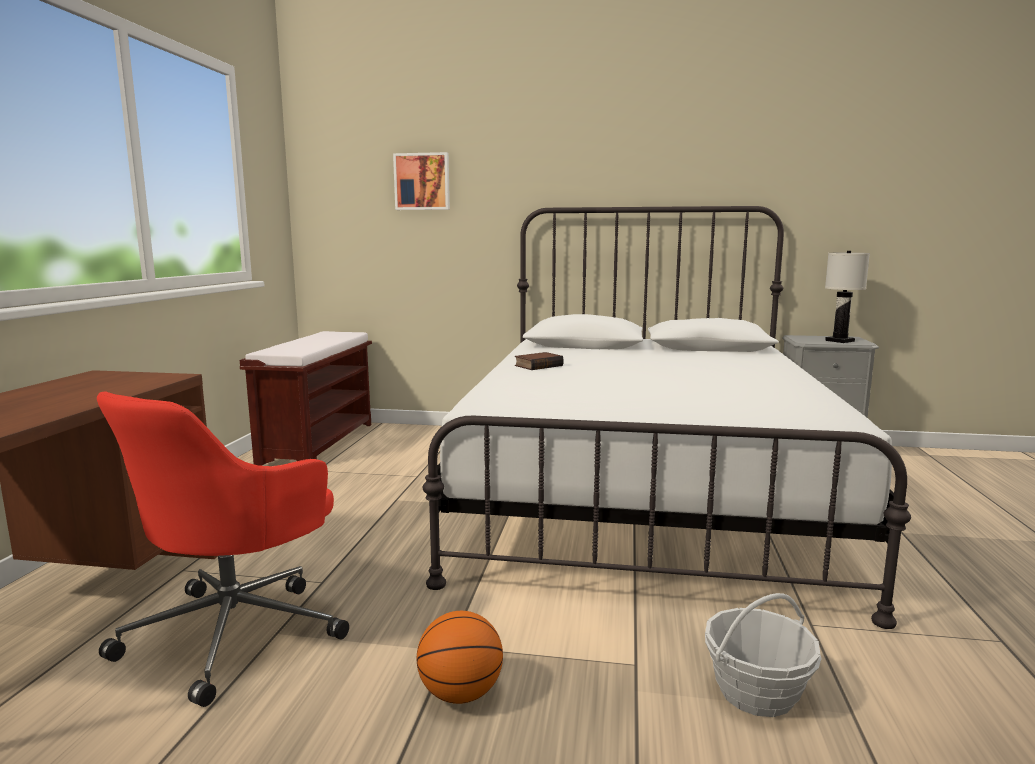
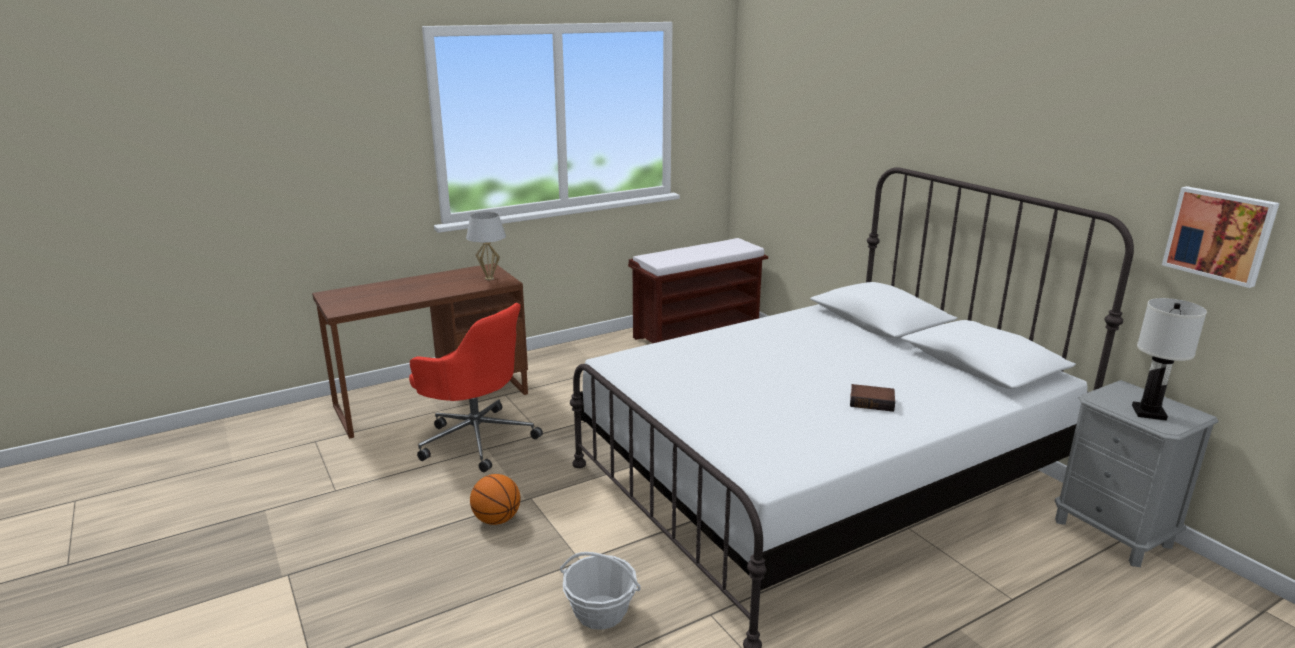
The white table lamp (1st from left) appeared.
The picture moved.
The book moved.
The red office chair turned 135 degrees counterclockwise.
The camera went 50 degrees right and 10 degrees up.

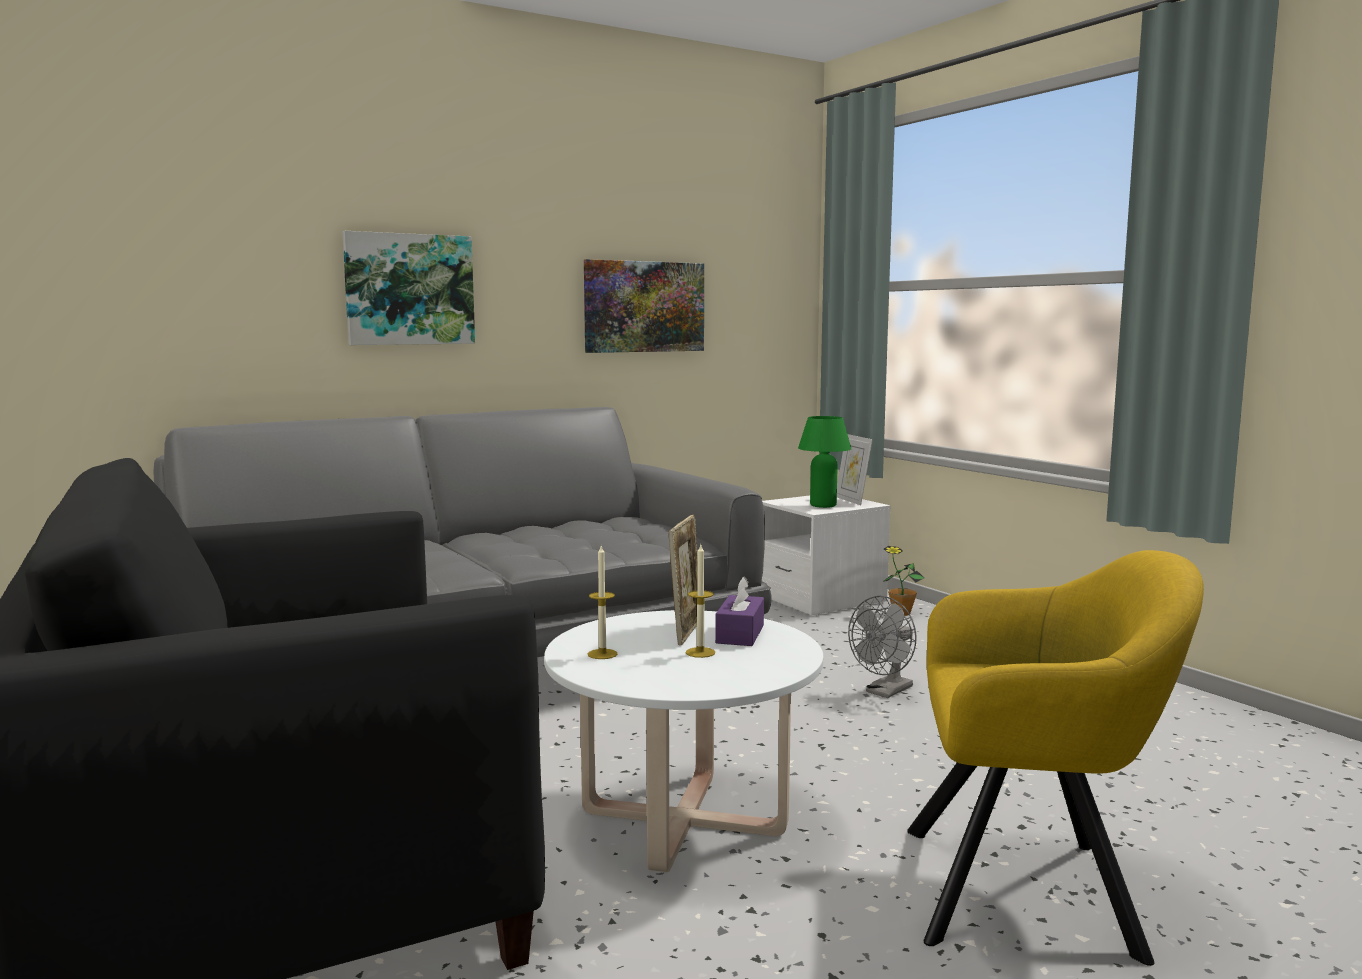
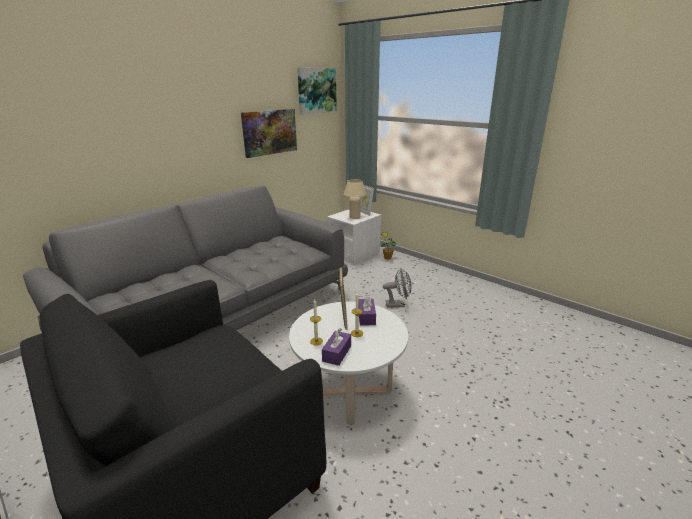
The yellow armchair disappeared.
The purple tissue box (1st from left) appeared.
The picture (1st from left in the first image) moved.
The green table lamp became the beige table lamp.
The grey fan turned 120 degrees counterclockwise.
The camera went 15 degrees left and 15 degrees up.

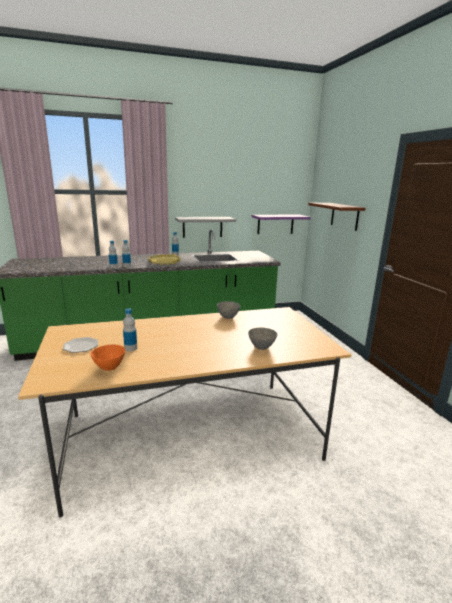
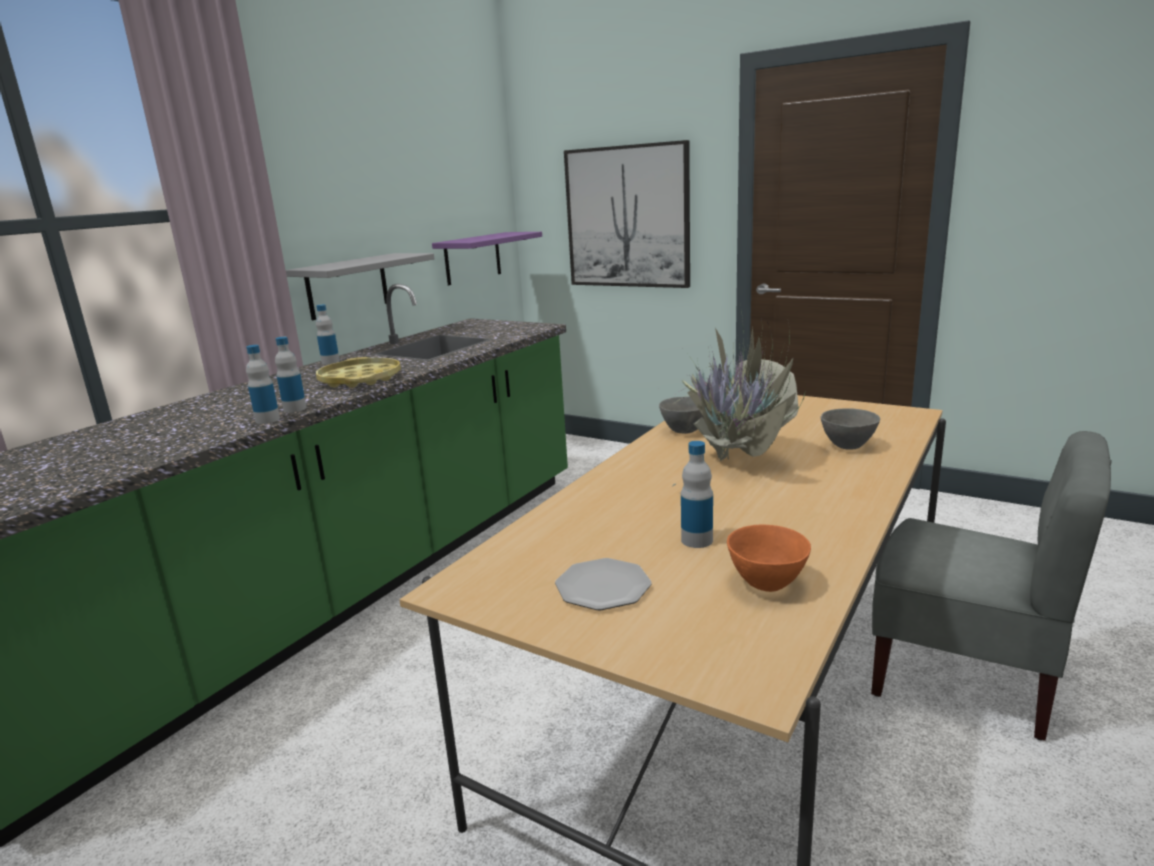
The potted plant appeared.
The grey chair appeared.
The brown shelf was replaced by the picture.
The camera went 40 degrees left and 0 degrees up.

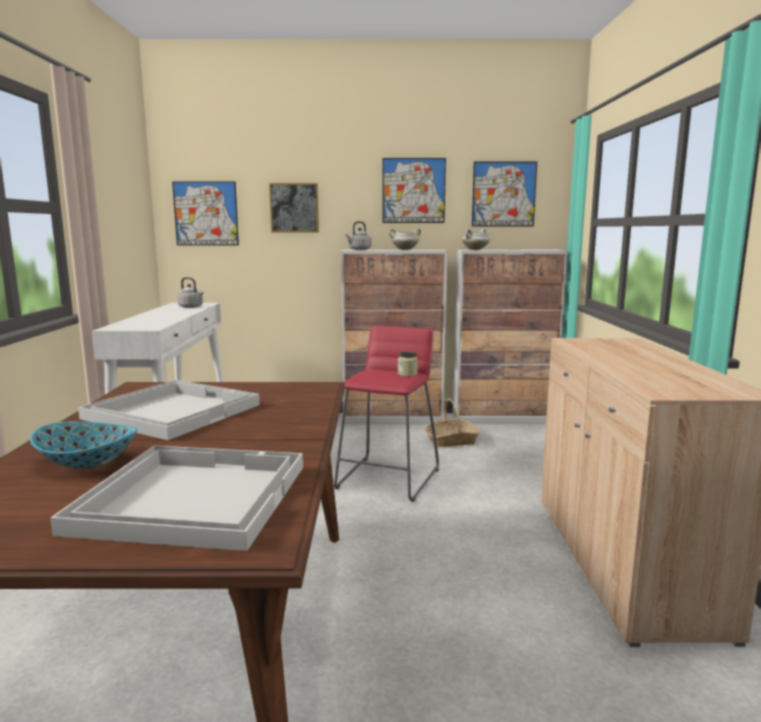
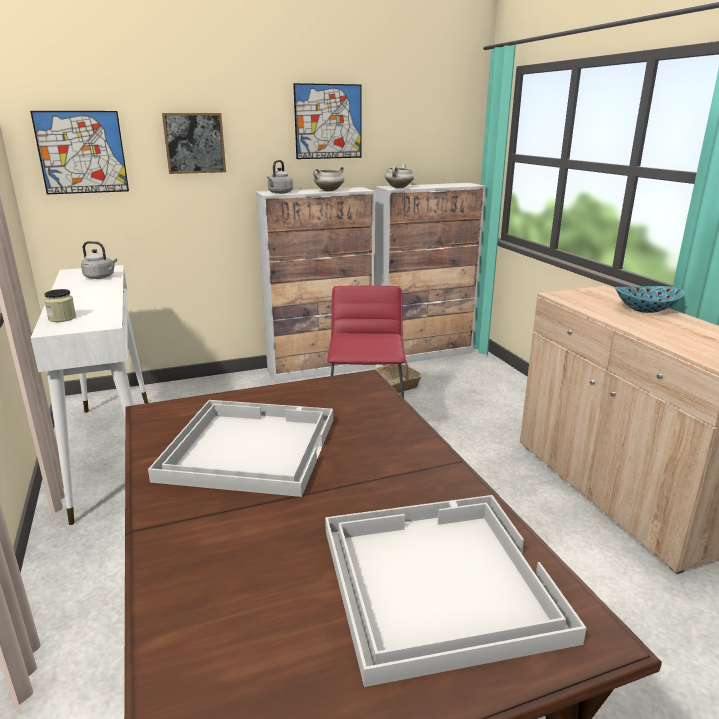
The picture (4th from left) disappeared.
The bowl moved.
The jar moved.
The camera went 20 degrees left and 10 degrees up.

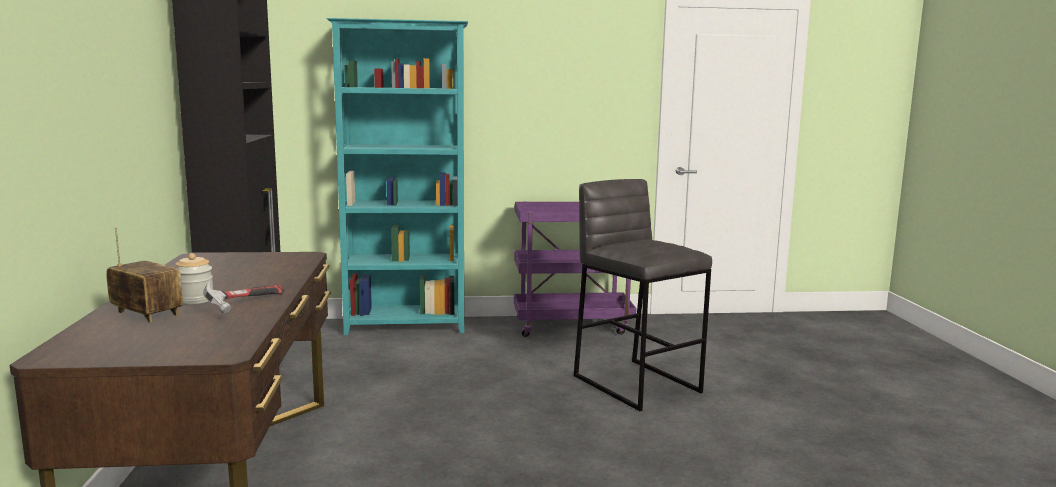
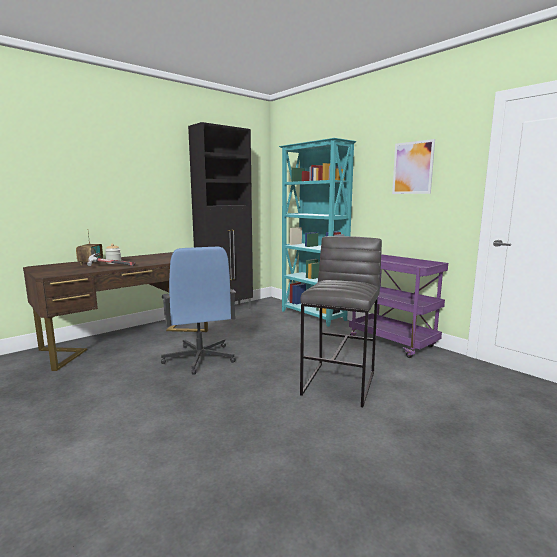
The blue office chair appeared.
The picture appeared.
The camera went 55 degrees right and 0 degrees up.

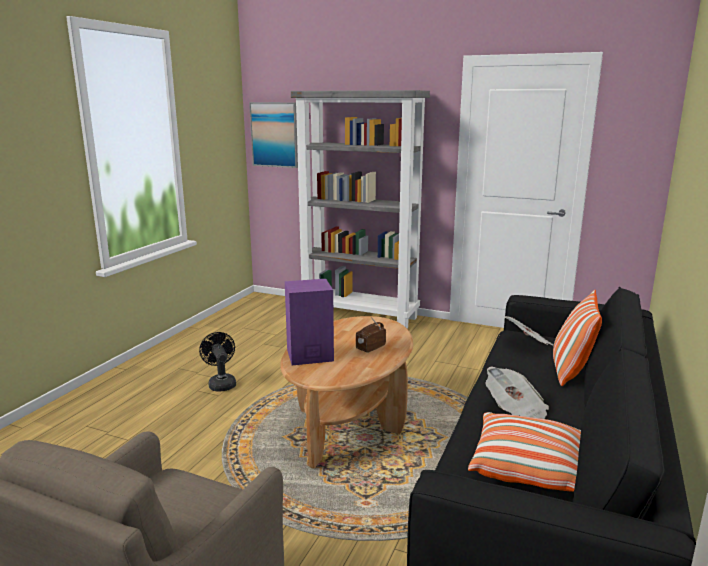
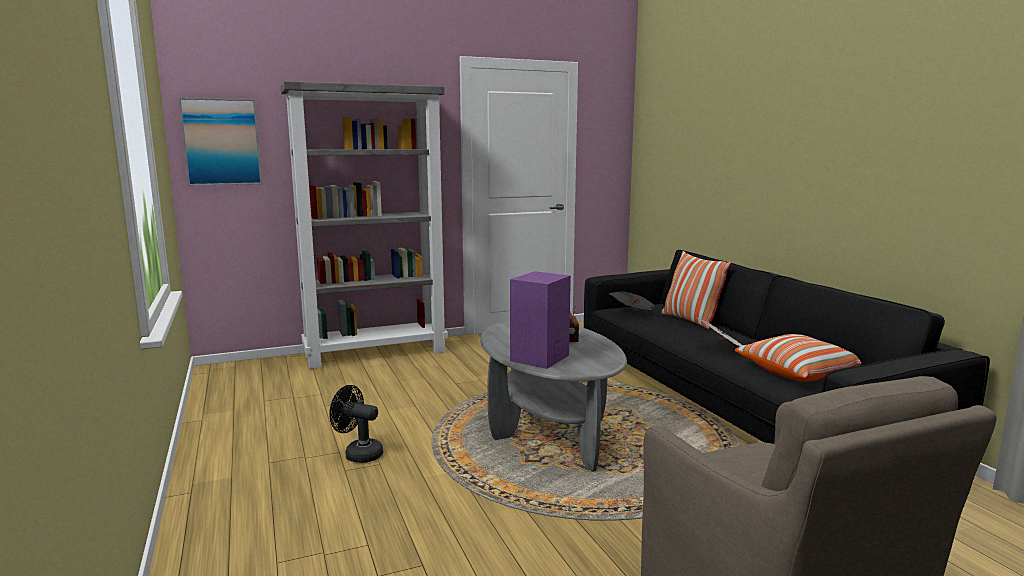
The brown coffee table became the grey coffee table.
The camera went 45 degrees left and 5 degrees down.

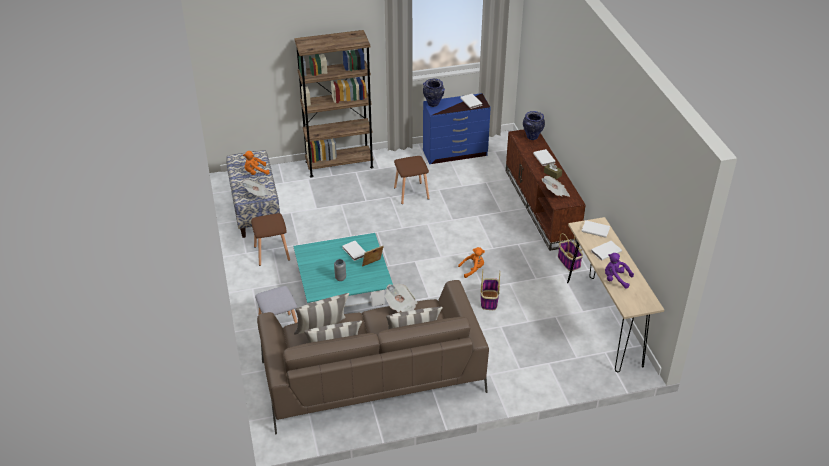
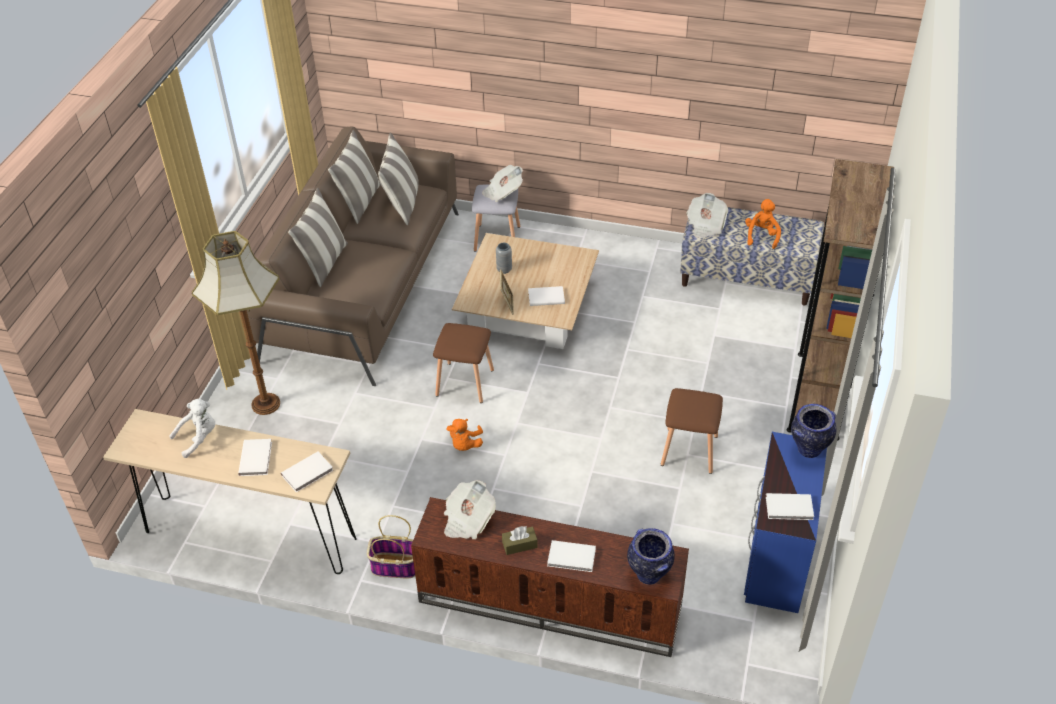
The basket (1st from left) disappeared.
The floor lamp appeared.
The brown stool (1st from left) moved.
The newspaper (2nd from left) moved.
The turquoise coffee table became the beige coffee table.
The purple plush toy became the white plush toy.
The camera went 120 degrees right and 5 degrees up.

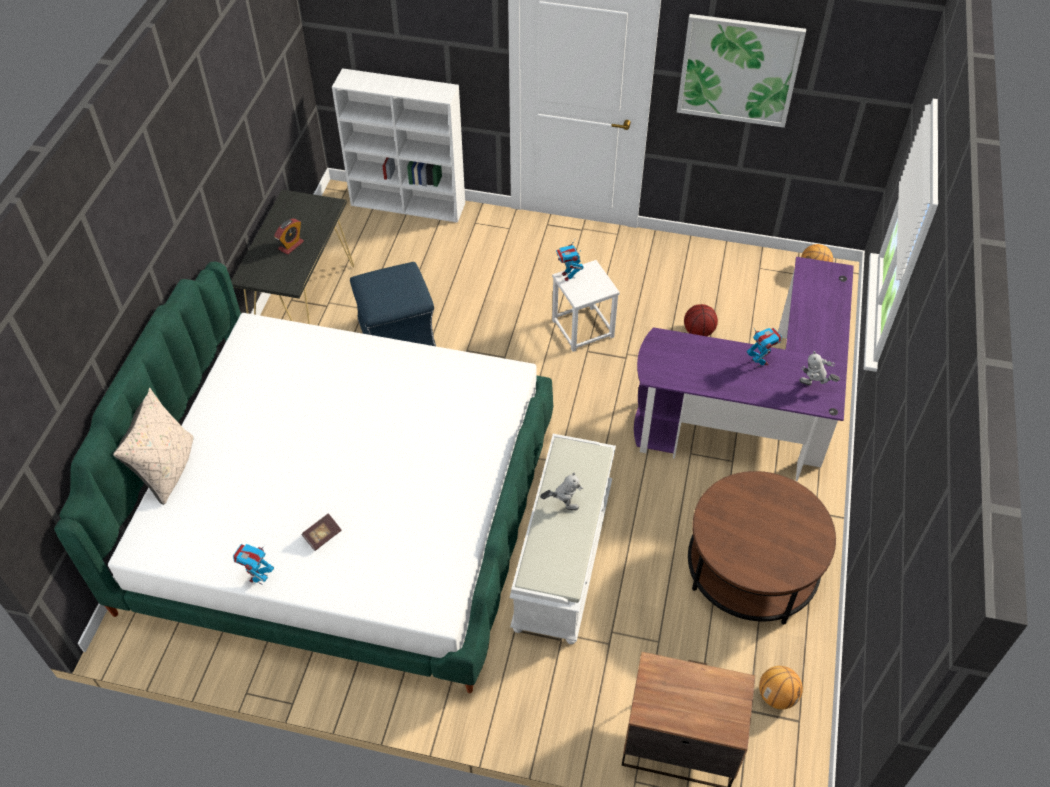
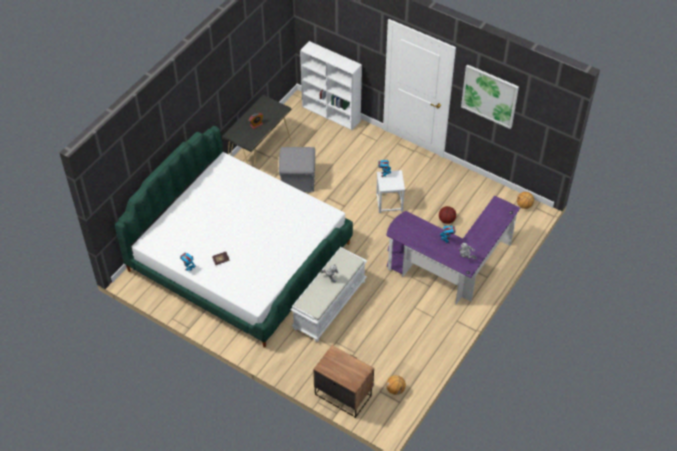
The beige pillow disappeared.
The brown coffee table disappeared.
The blue ottoman became the grey ottoman.
The camera went 20 degrees right and 0 degrees up.

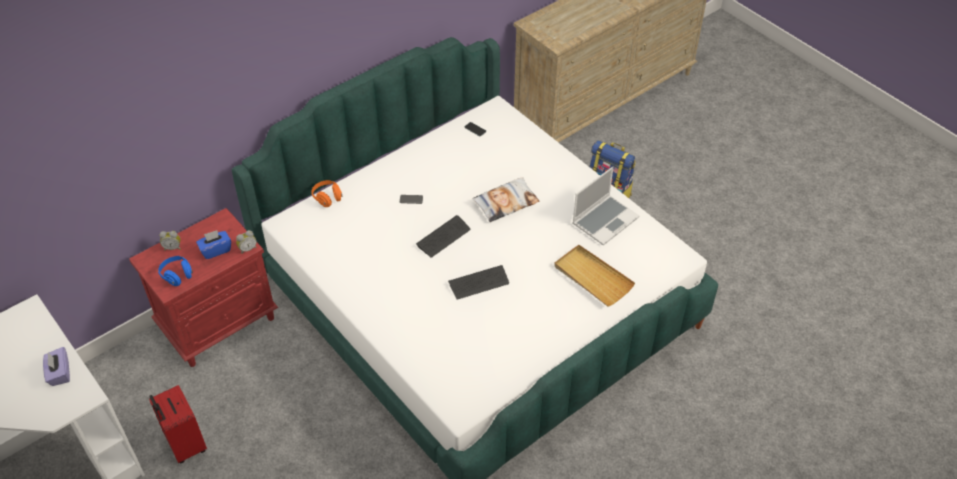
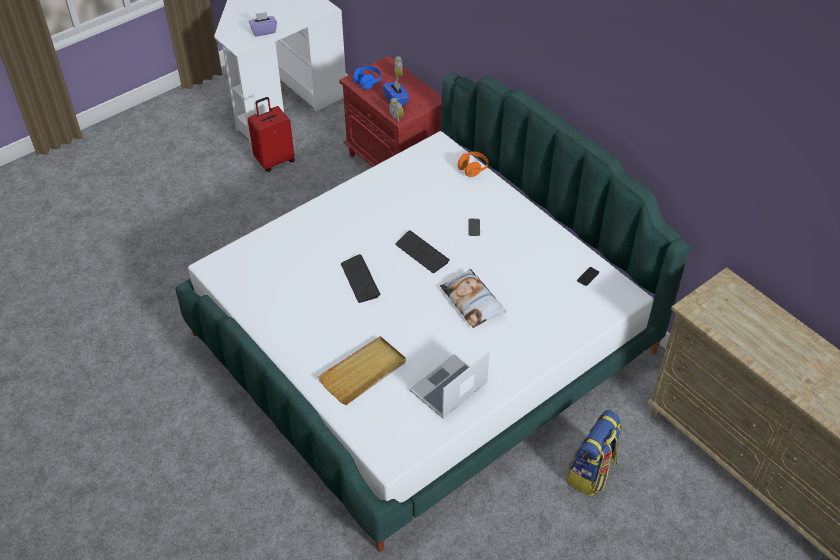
The laptop turned 90 degrees clockwise.
The camera went 90 degrees right and 0 degrees up.

